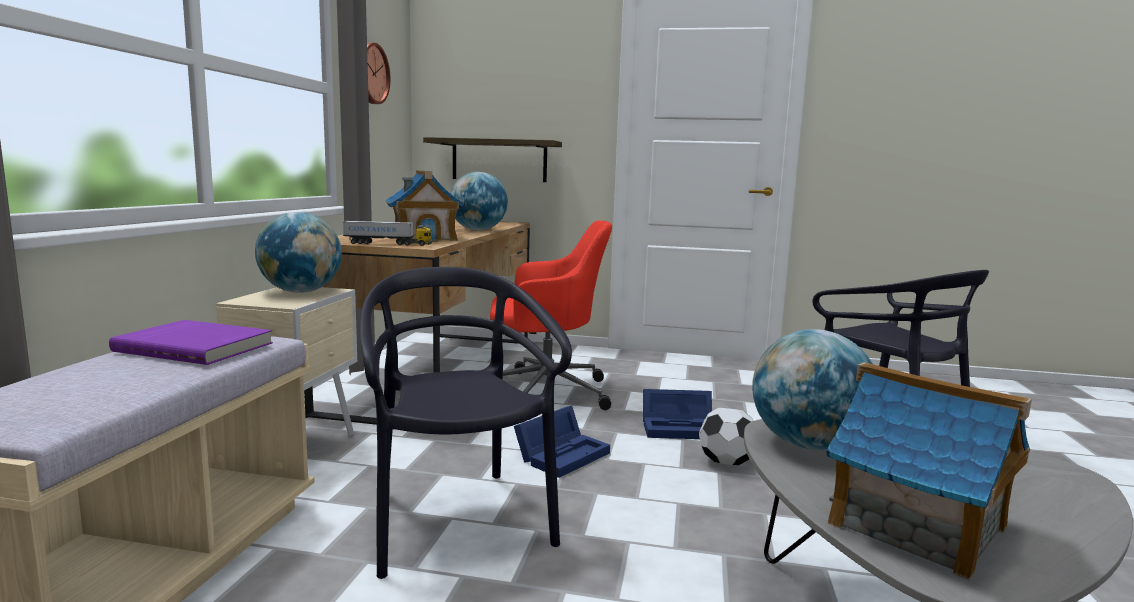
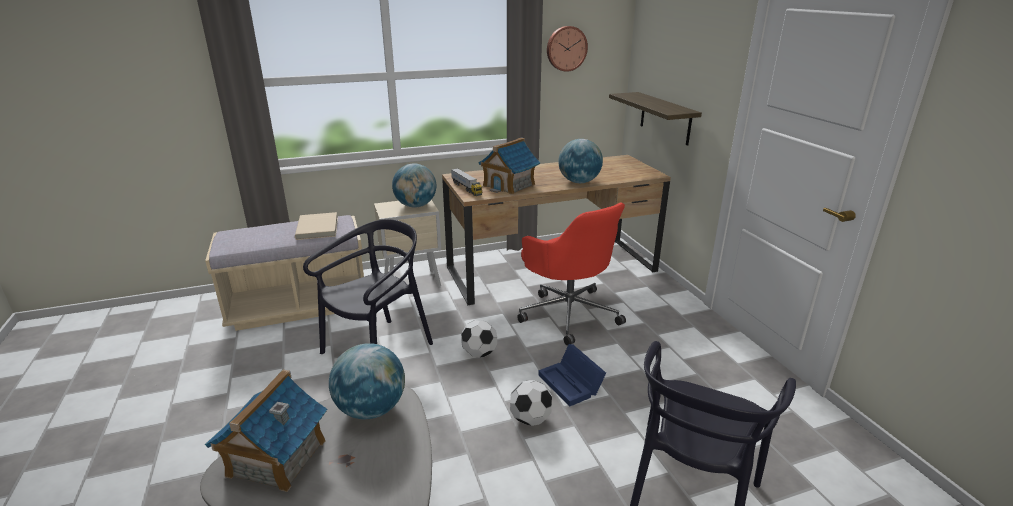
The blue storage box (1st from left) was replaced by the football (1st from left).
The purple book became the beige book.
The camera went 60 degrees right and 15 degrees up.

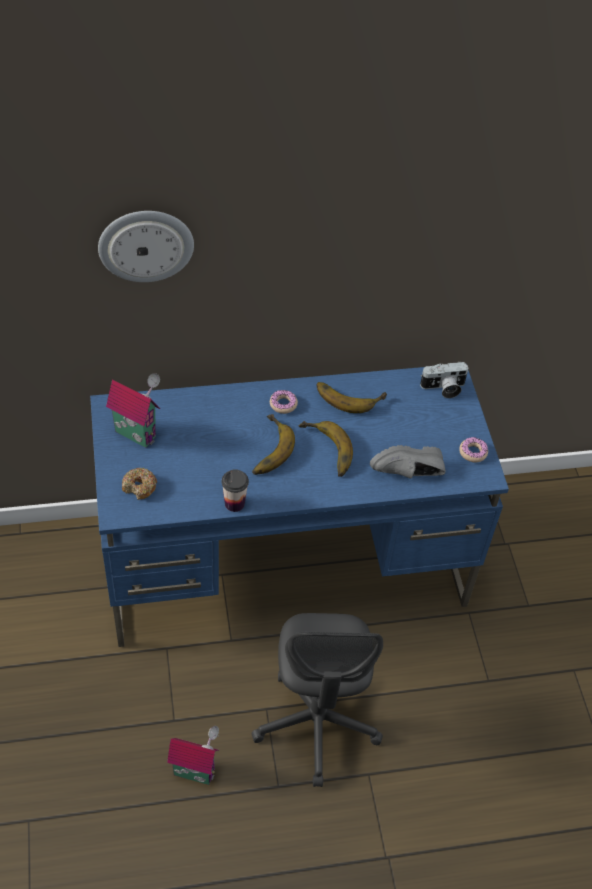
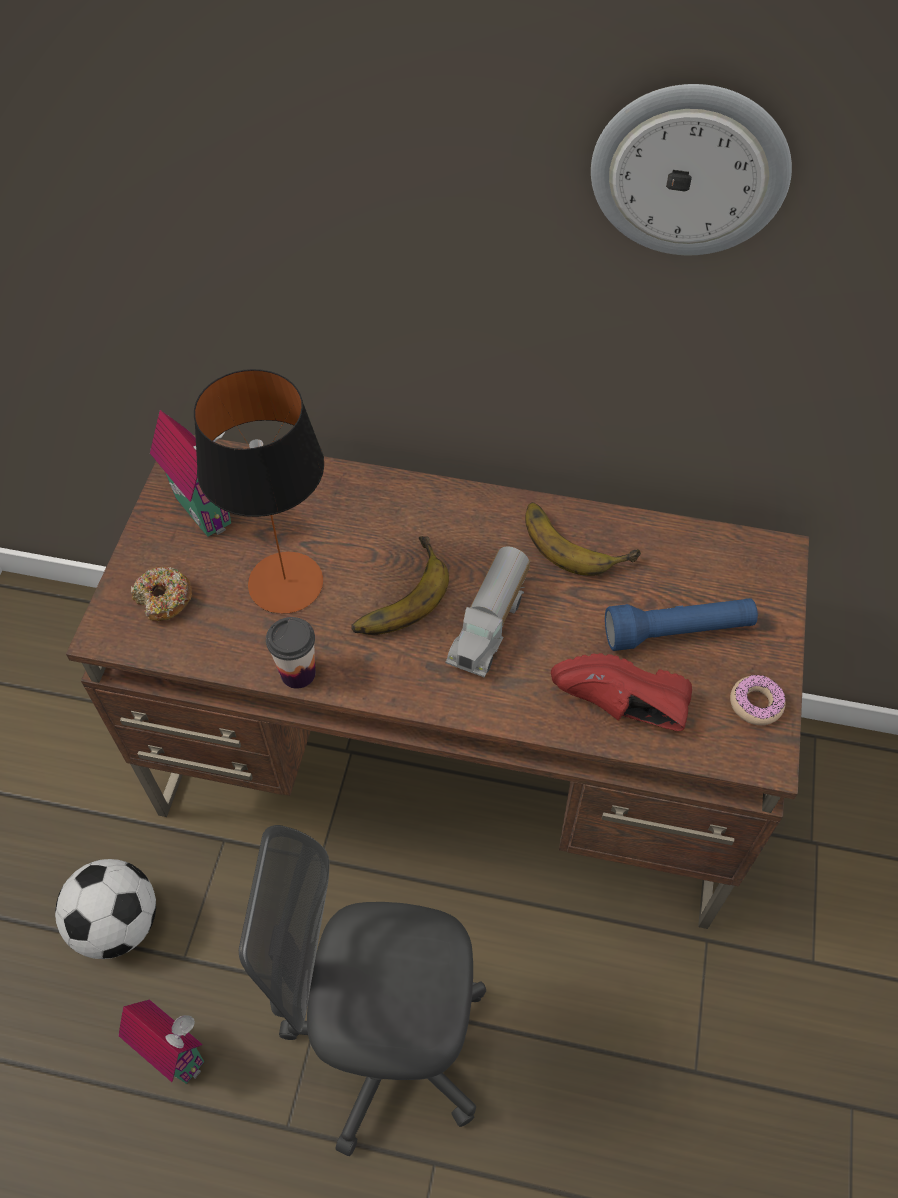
The donut (2nd from left) disappeared.
The photo camera disappeared.
The football appeared.
The table lamp appeared.
The blue flashlight appeared.
The wall clock moved.
The banana (2nd from left) was replaced by the toy truck.
The blue desk became the brown desk.
The grey shoe became the red shoe.
The grey office chair turned 75 degrees clockwise.
The camera went 25 degrees right and 5 degrees up.

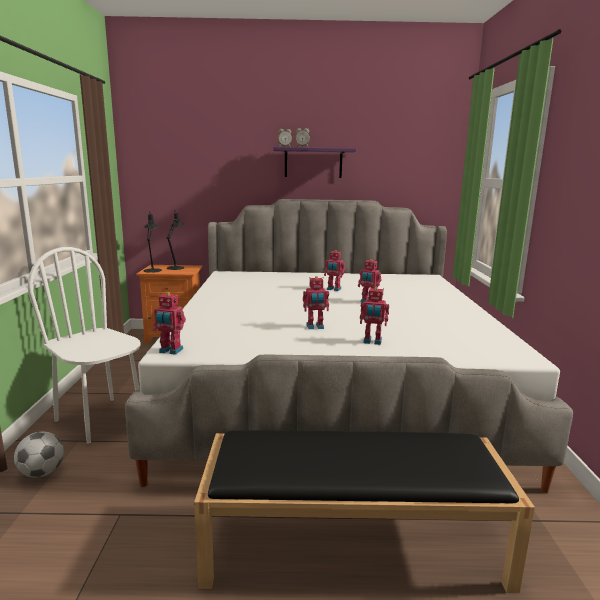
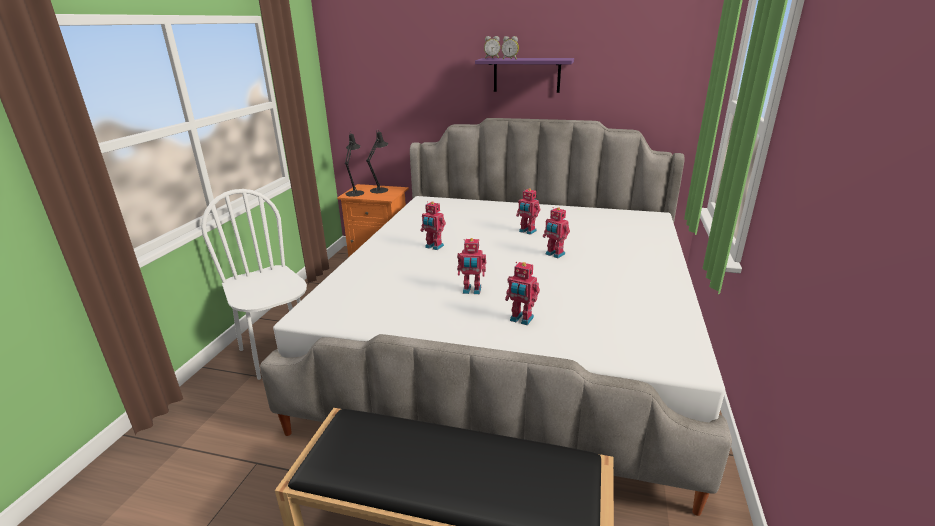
The football disappeared.
The toy robot (1st from left) moved.
The camera went 15 degrees right and 10 degrees up.

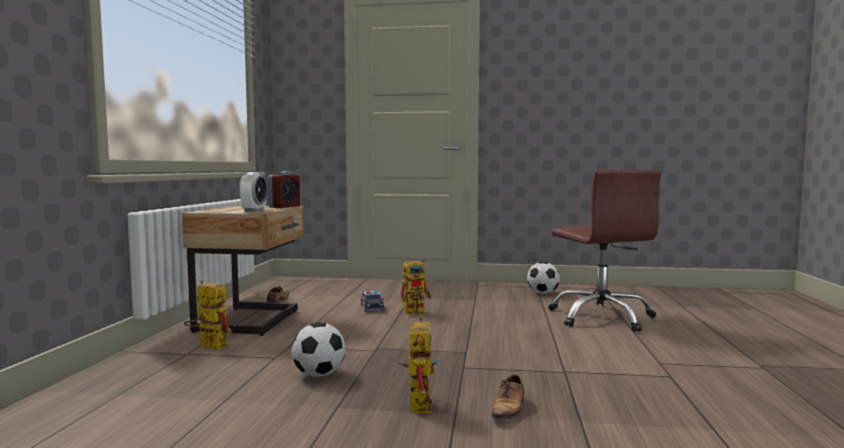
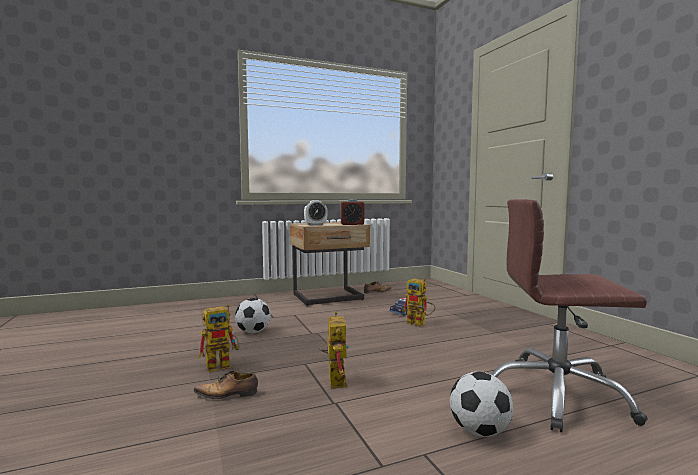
The toy robot (1st from left in the first image) moved.
The football (2nd from left) moved.
The brown office chair turned 60 degrees clockwise.
The camera went 60 degrees right and 0 degrees up.

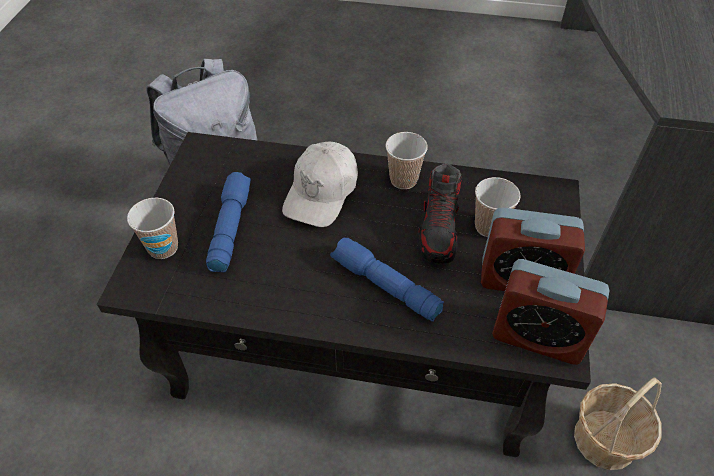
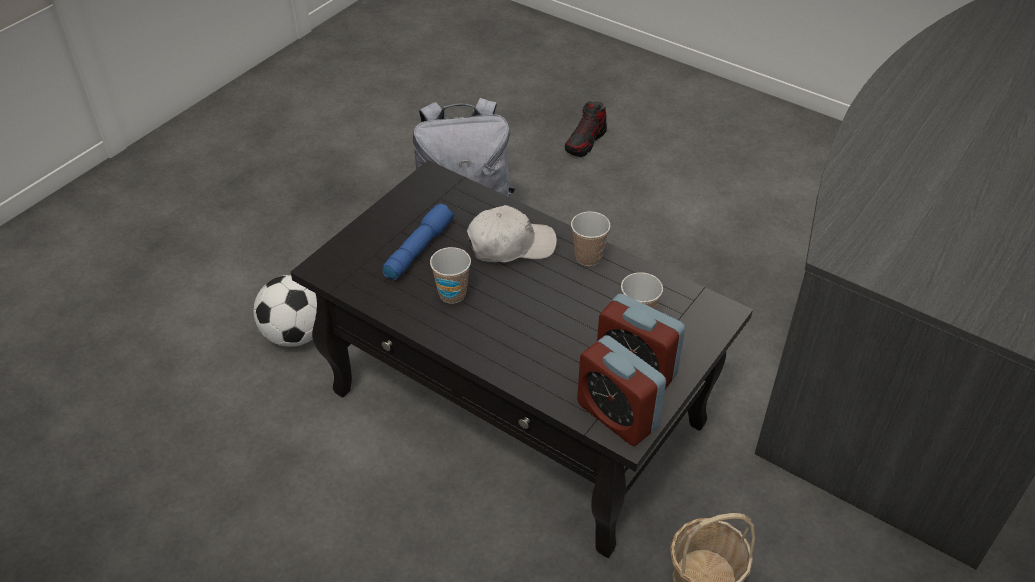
The blue flashlight (2nd from left) disappeared.
The football appeared.
The cup (1st from left) moved.
The shoe moved.
The white cap turned 150 degrees counterclockwise.
The camera went 25 degrees right and 5 degrees down.

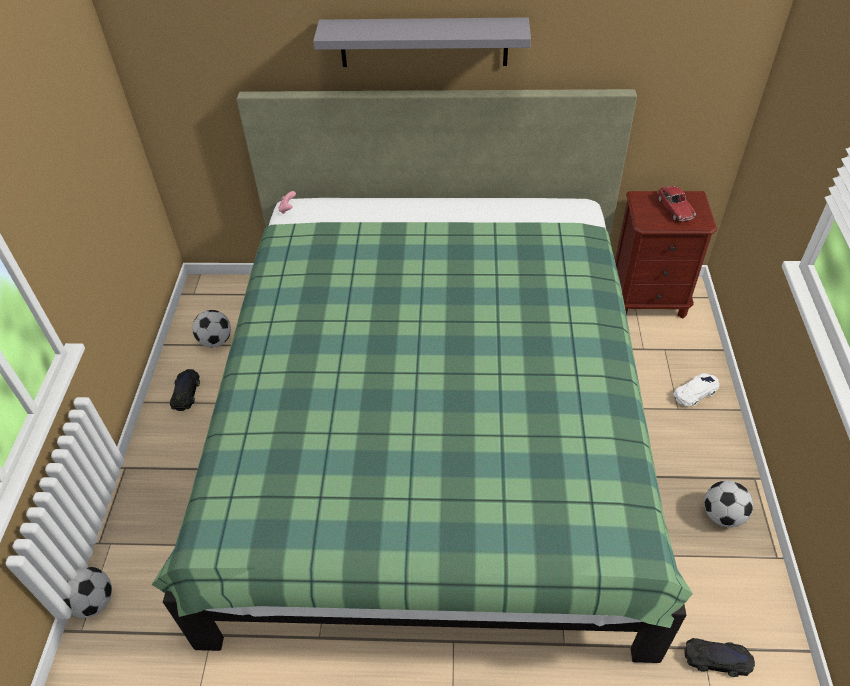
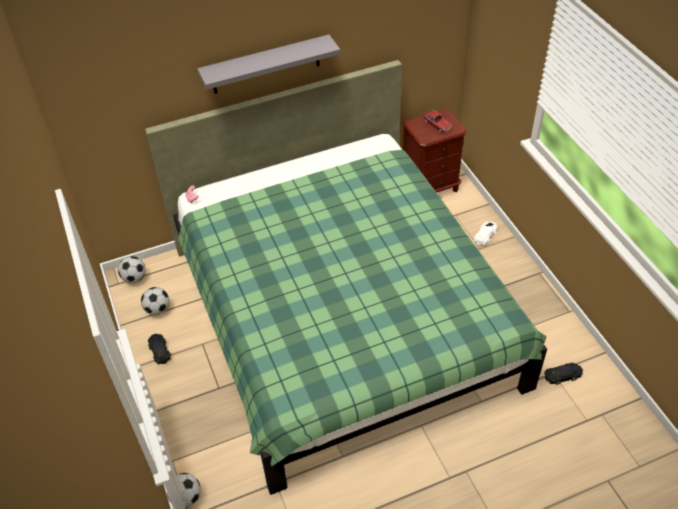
The football (3rd from left in the first image) moved.
The camera went 25 degrees left and 0 degrees up.

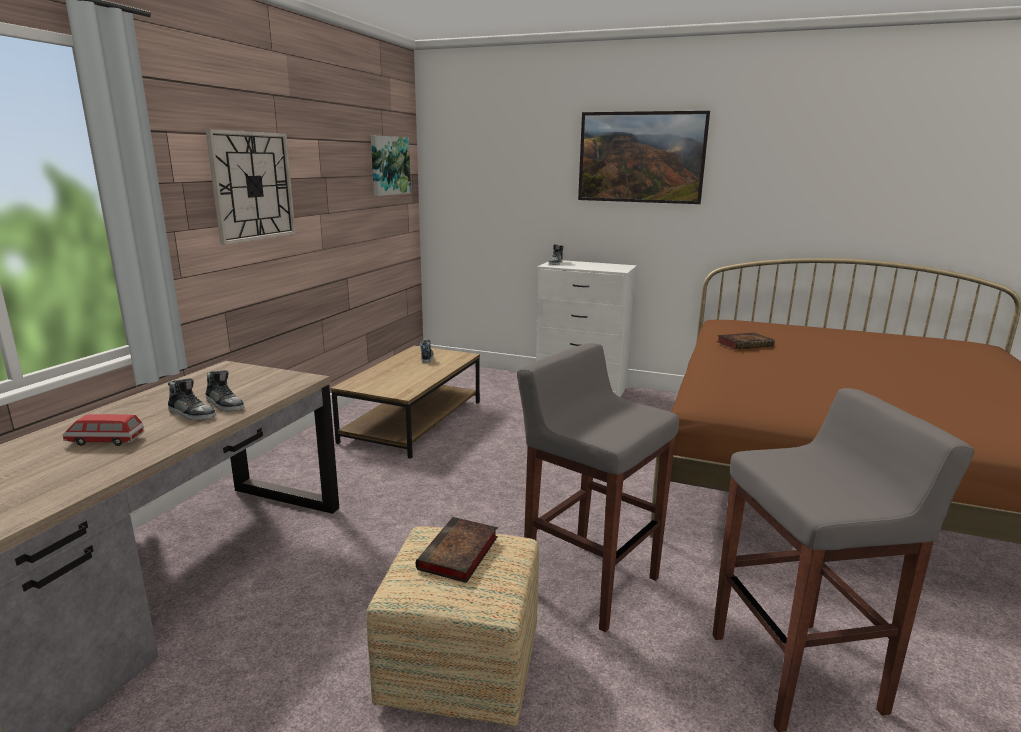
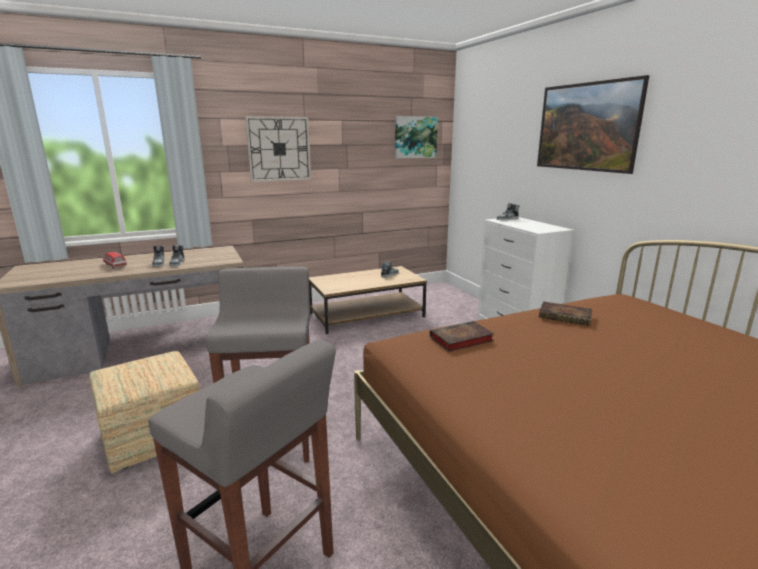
The book (1st from left) moved.
The camera went 45 degrees right and 0 degrees up.

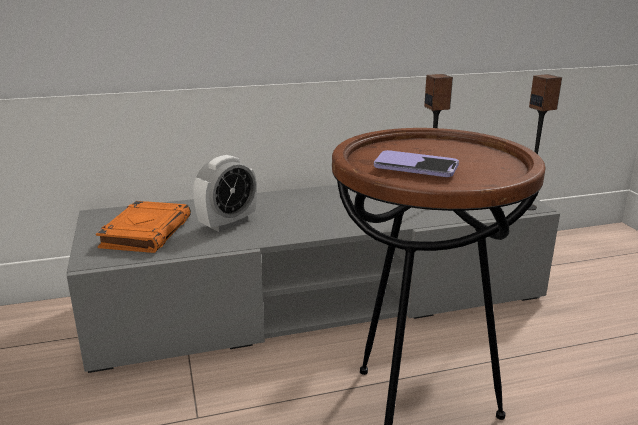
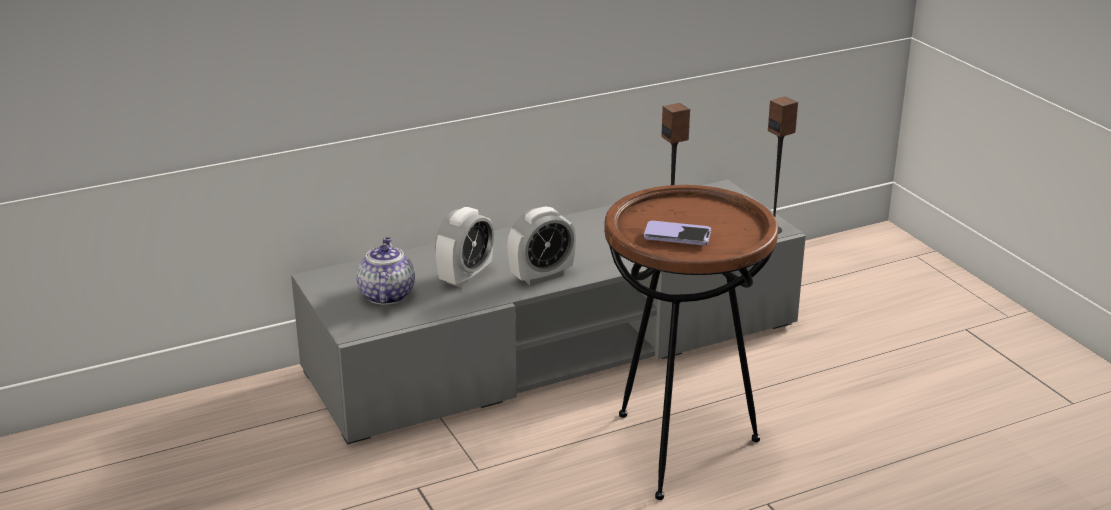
The alarm clock (2nd from left) appeared.
The orange book was replaced by the teapot.
The camera went 10 degrees left and 5 degrees up.

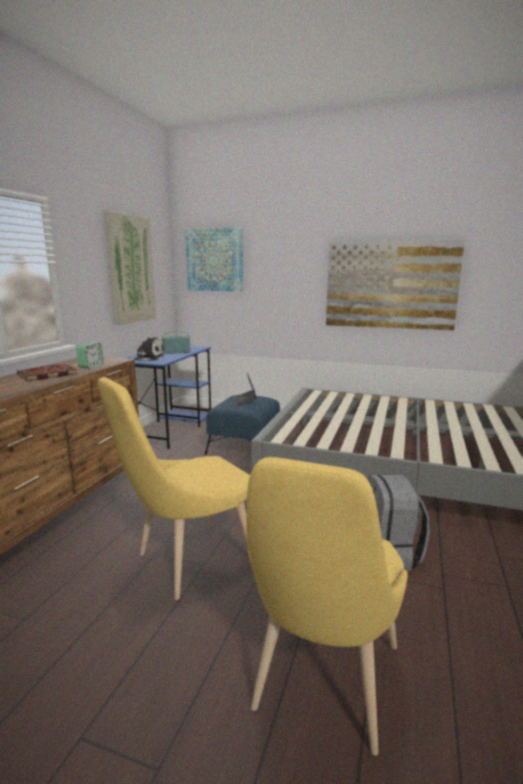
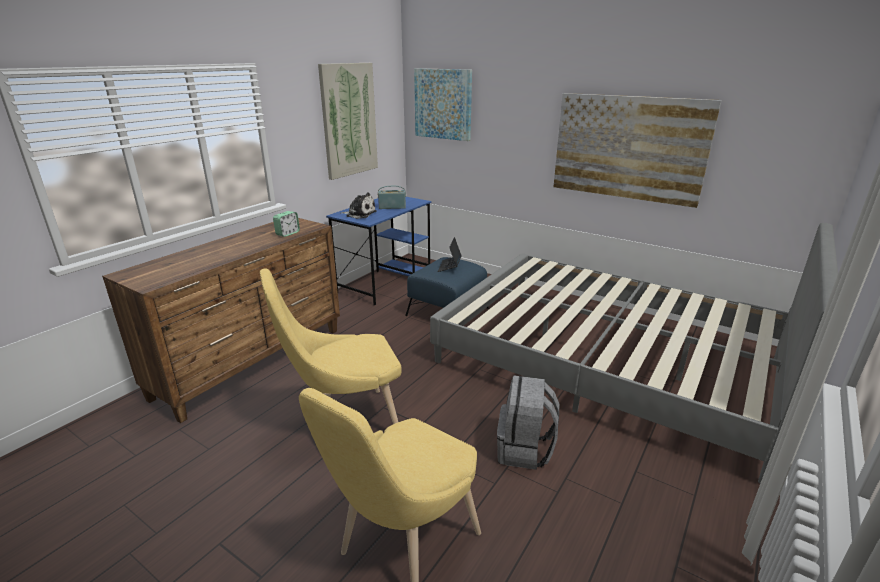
The book disappeared.
The camera went 15 degrees right and 10 degrees up.

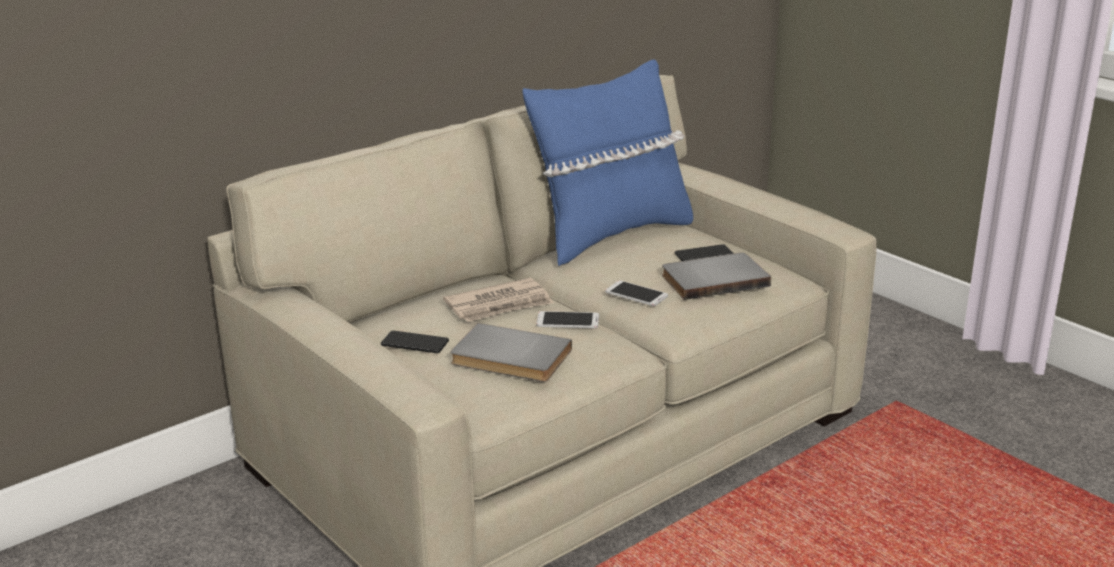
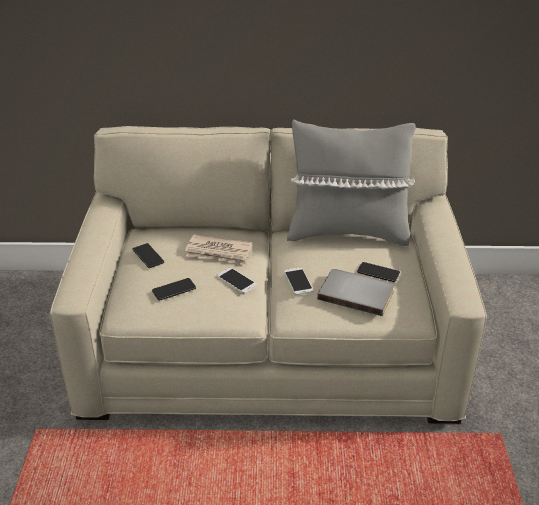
The grey book (1st from left) was replaced by the phone (2nd from left).
The blue pillow became the grey pillow.
The camera went 40 degrees right and 10 degrees up.

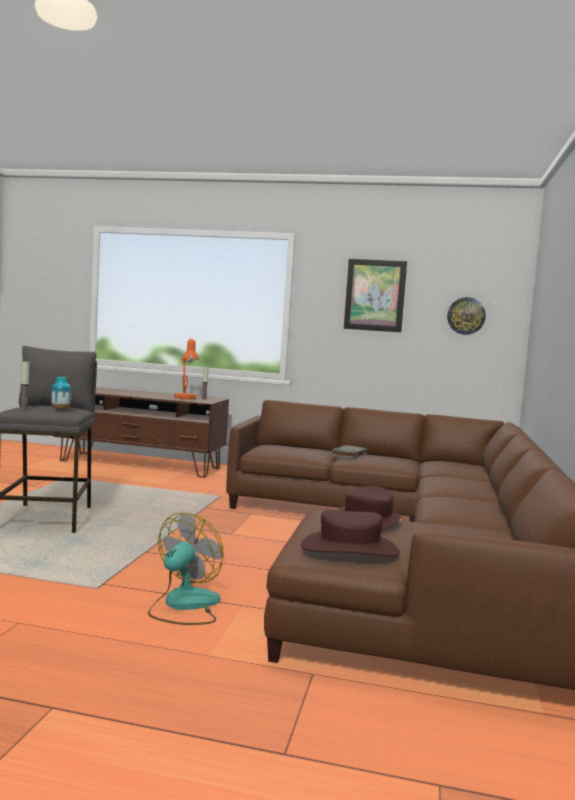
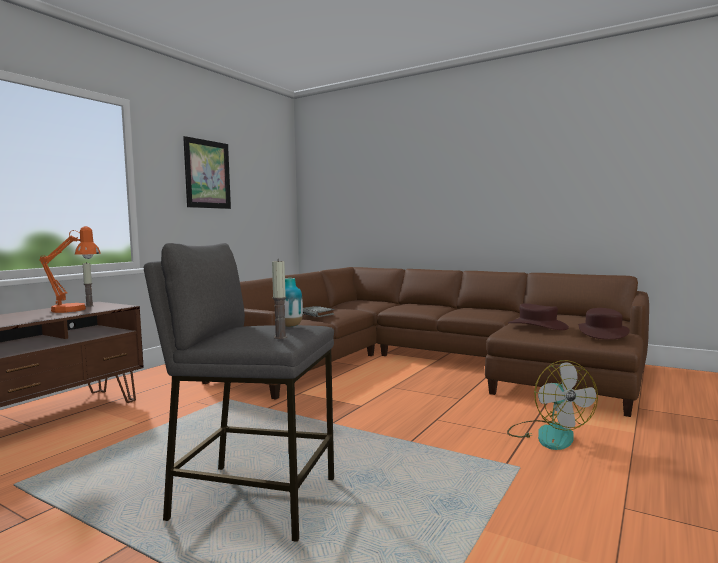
The wall clock disappeared.
The fan turned 150 degrees counterclockwise.
The camera went 70 degrees left and 0 degrees up.

